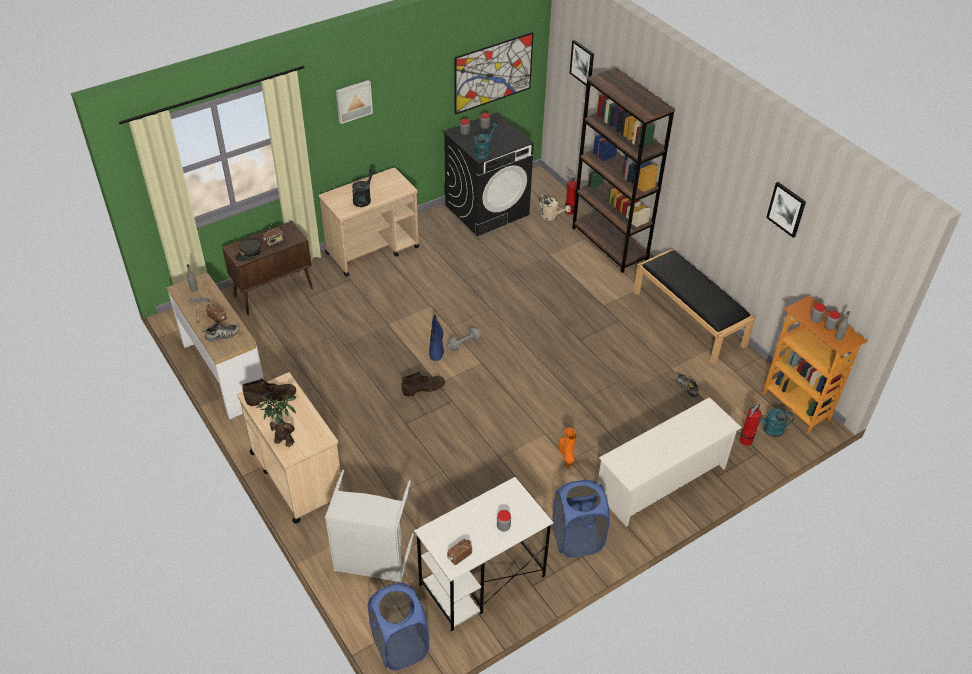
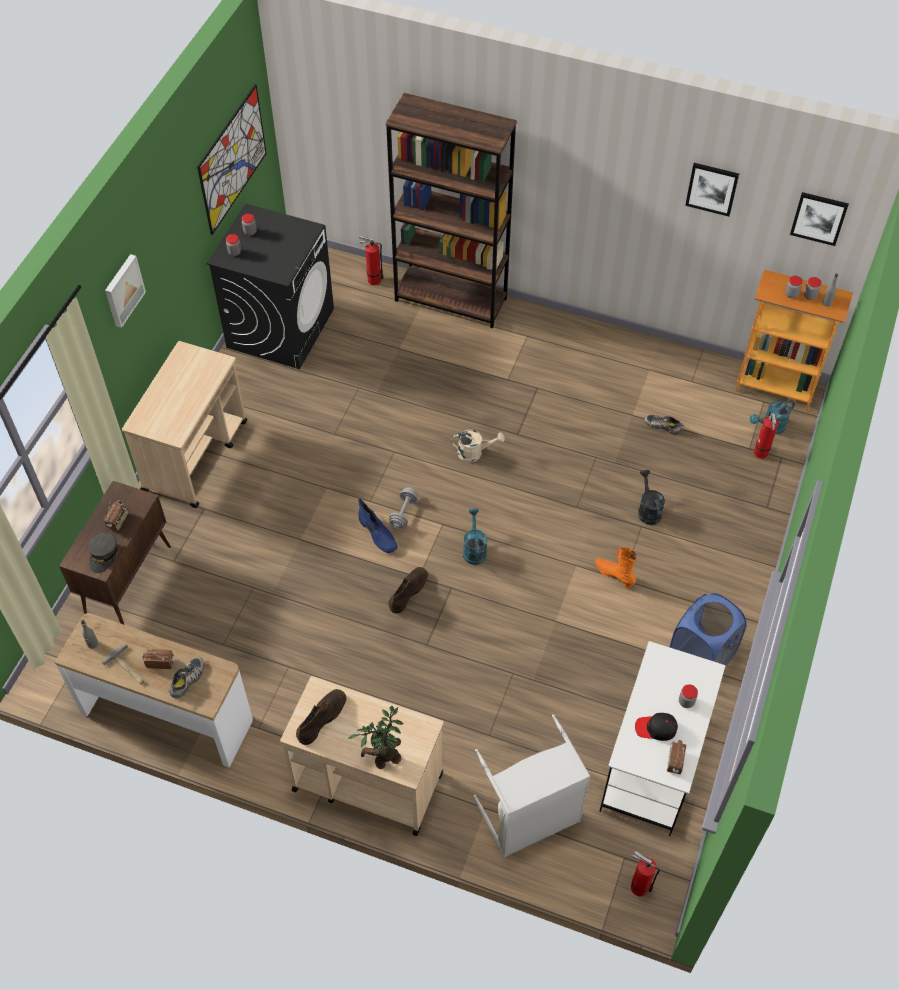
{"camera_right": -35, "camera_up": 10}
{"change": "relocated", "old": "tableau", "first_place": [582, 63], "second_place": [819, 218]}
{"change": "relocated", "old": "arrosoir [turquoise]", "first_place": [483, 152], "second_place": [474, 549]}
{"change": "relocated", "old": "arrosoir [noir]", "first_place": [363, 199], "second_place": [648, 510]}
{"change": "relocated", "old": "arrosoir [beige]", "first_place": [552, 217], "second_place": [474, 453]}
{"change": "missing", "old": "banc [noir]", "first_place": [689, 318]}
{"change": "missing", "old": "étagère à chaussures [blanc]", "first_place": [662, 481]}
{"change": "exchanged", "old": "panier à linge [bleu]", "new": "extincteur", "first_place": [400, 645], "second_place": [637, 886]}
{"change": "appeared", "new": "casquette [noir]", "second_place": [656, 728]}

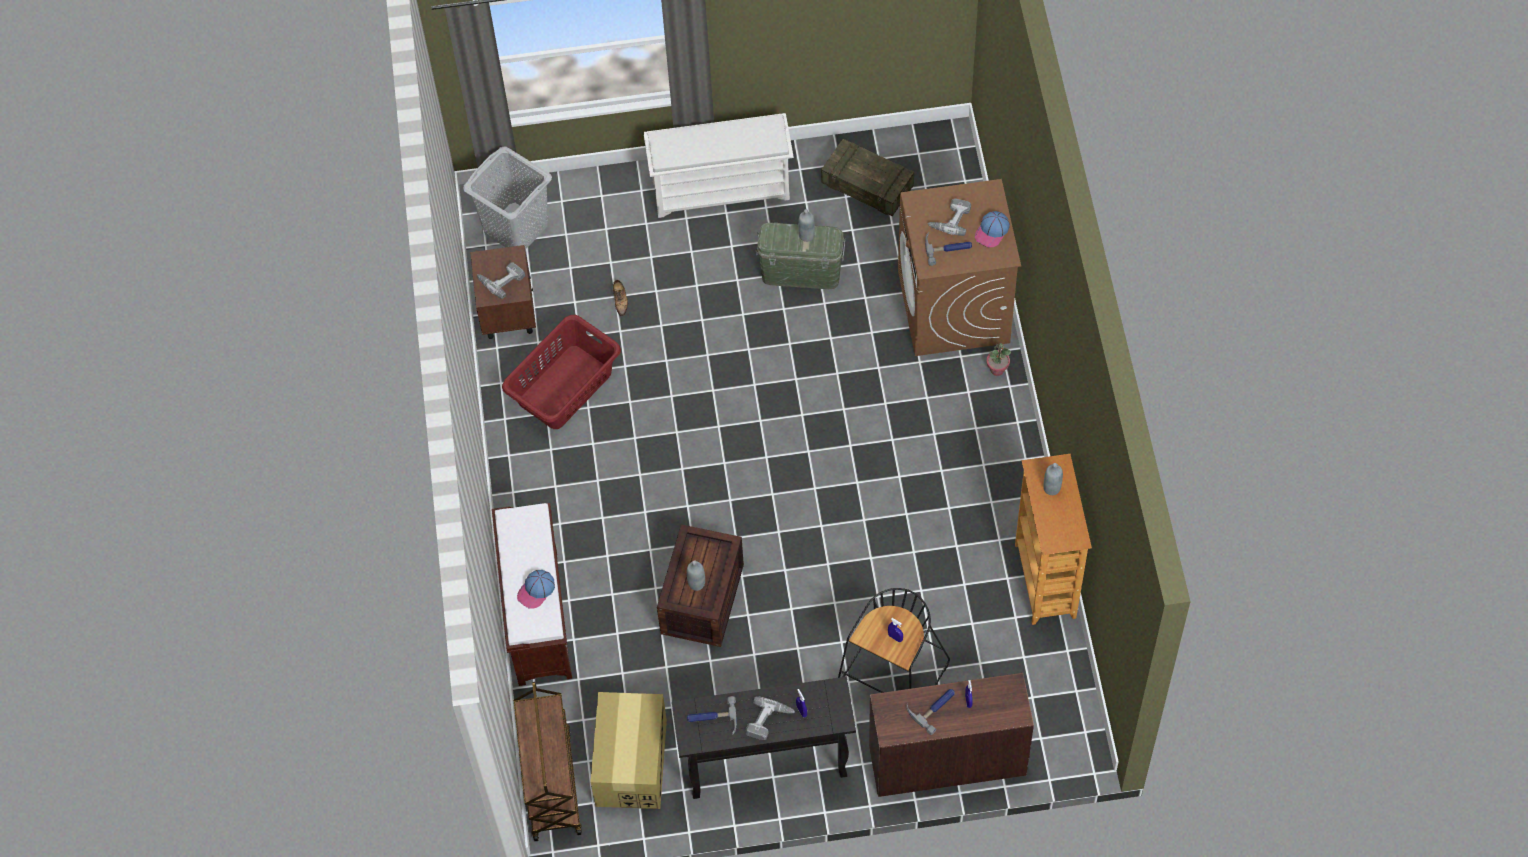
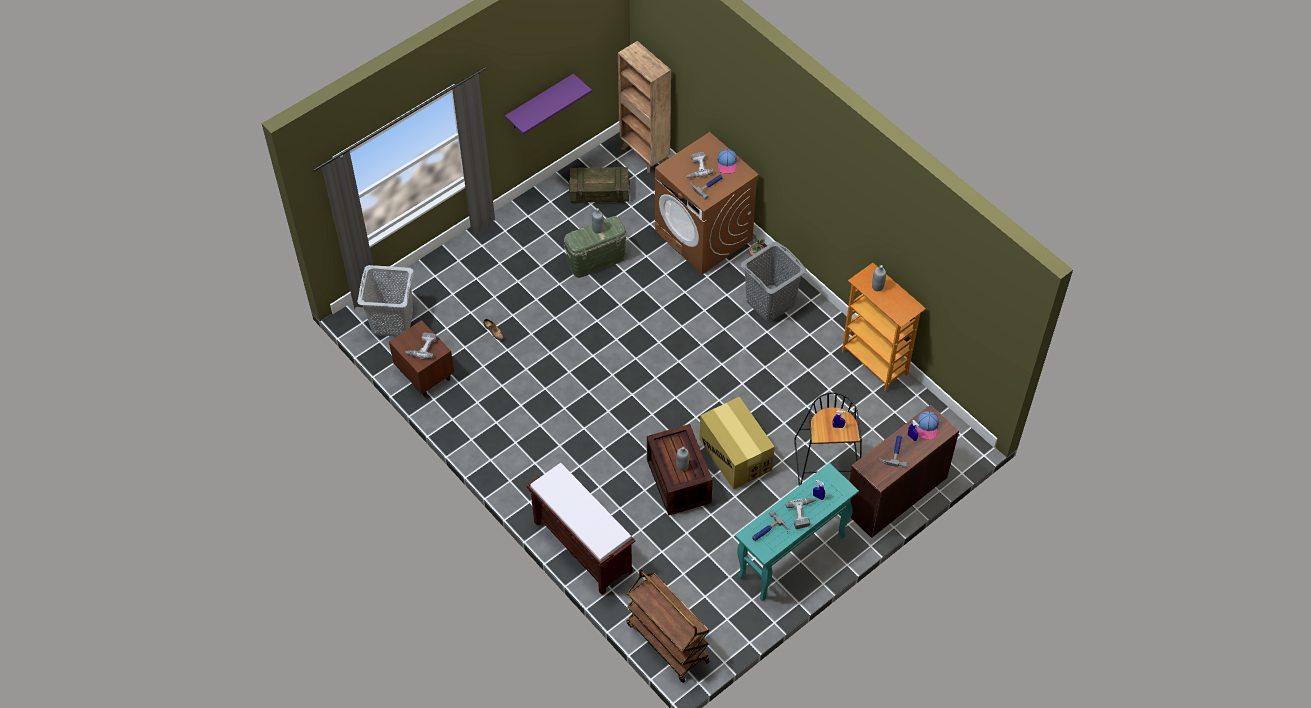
{"camera_right": -35, "camera_up": -5}
{"change": "missing", "old": "étagère à chaussures [blanc]", "first_place": [722, 189]}
{"change": "missing", "old": "panier à linge [rouge]", "first_place": [564, 387]}
{"change": "relocated", "old": "casquette", "first_place": [536, 591], "second_place": [927, 427]}
{"change": "colour", "old": "table console [noir]", "new": "table console [turquoise]", "first_place": [765, 766], "second_place": [791, 557]}
{"change": "relocated", "old": "carton", "first_place": [631, 763], "second_place": [735, 454]}
{"change": "appeared", "new": "bibliothèque [marron]", "second_place": [644, 155]}
{"change": "appeared", "new": "étagère [violet]", "second_place": [540, 102]}
{"change": "appeared", "new": "panier à linge [gris]", "second_place": [770, 303]}

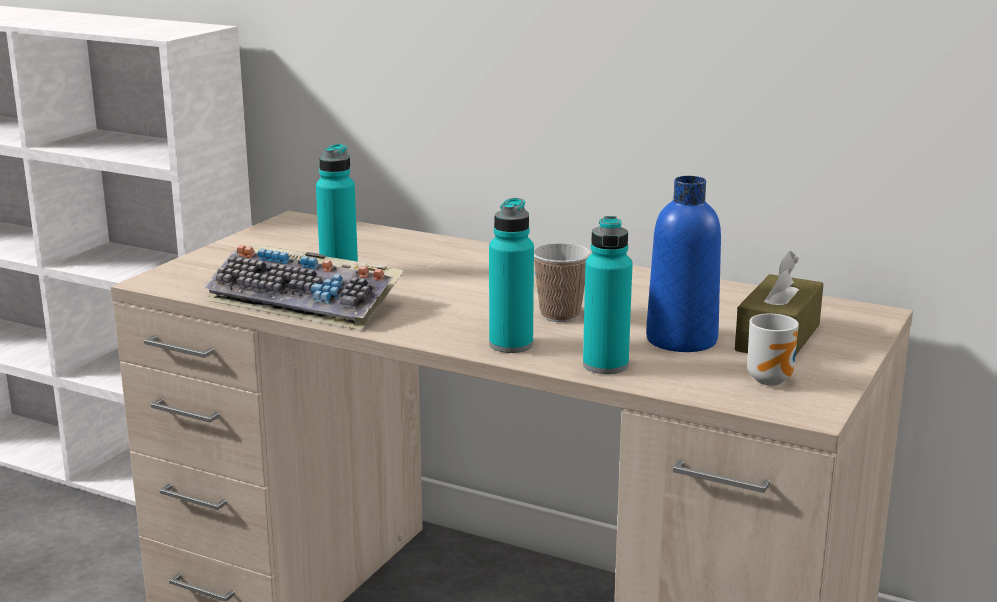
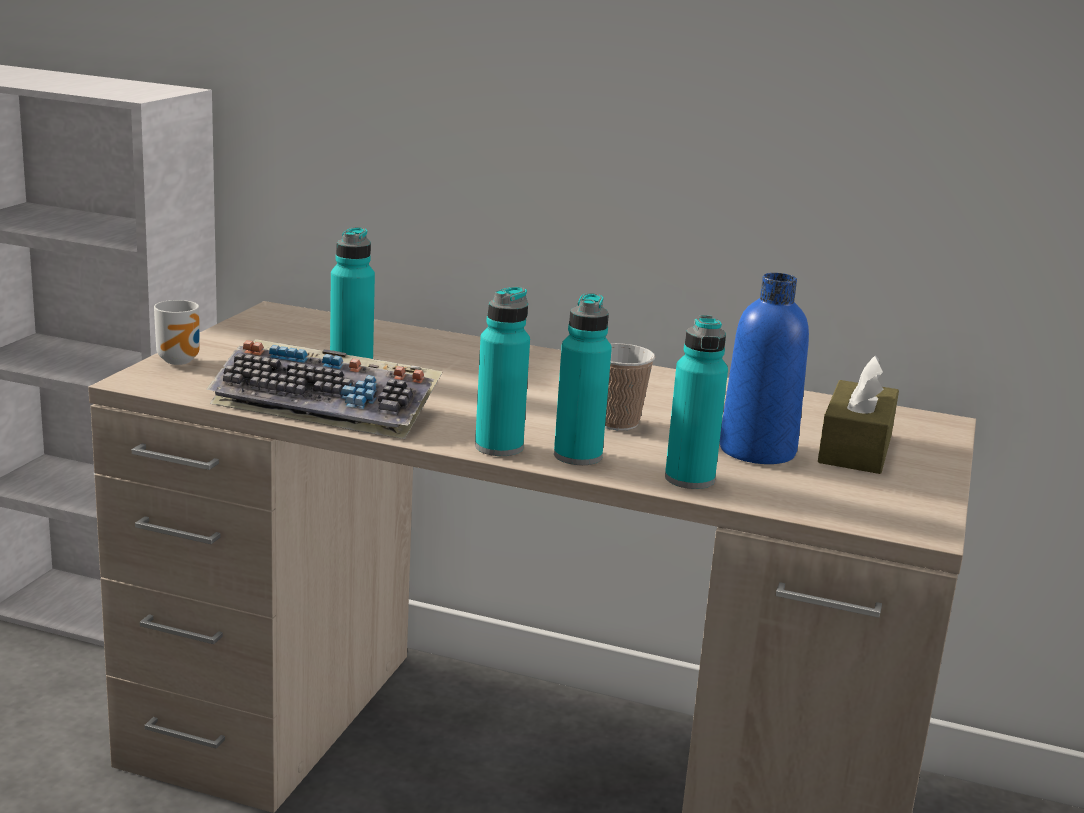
{"camera_right": -10, "camera_up": 0}
{"change": "relocated", "old": "mug", "first_place": [772, 379], "second_place": [182, 360]}
{"change": "appeared", "new": "bouteille [turquoise]", "second_place": [499, 447]}

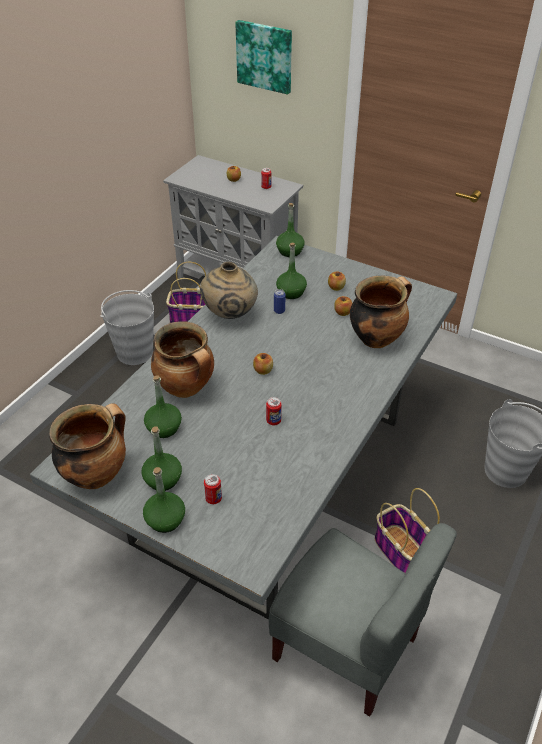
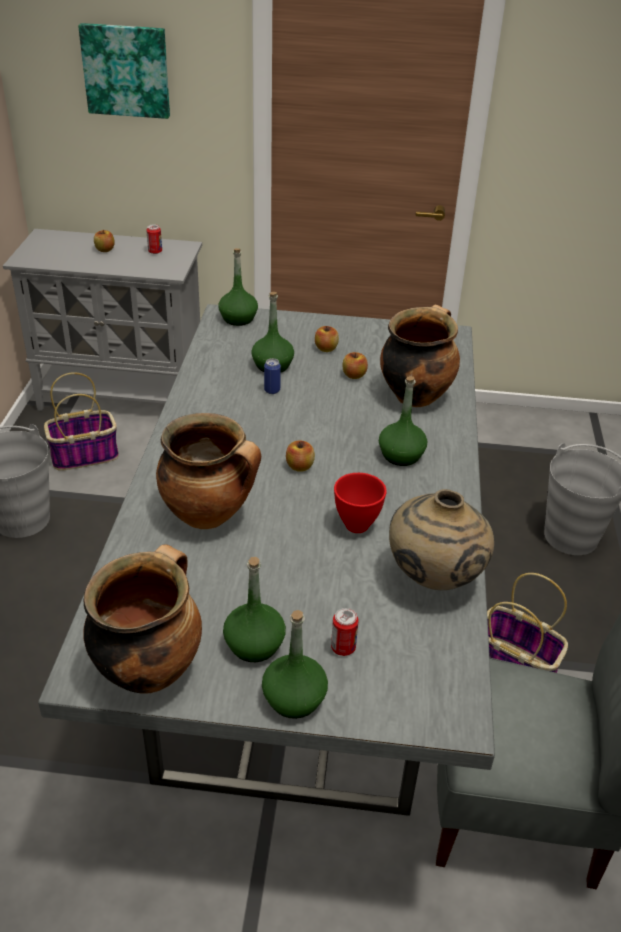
{"camera_right": -25, "camera_up": -5}
{"change": "relocated", "old": "vase [beige]", "first_place": [230, 315], "second_place": [433, 579]}
{"change": "relocated", "old": "bouteille [vert]", "first_place": [163, 428], "second_place": [401, 455]}
{"change": "exchanged", "old": "boîte métallique", "new": "bol [rouge]", "first_place": [273, 421], "second_place": [356, 524]}

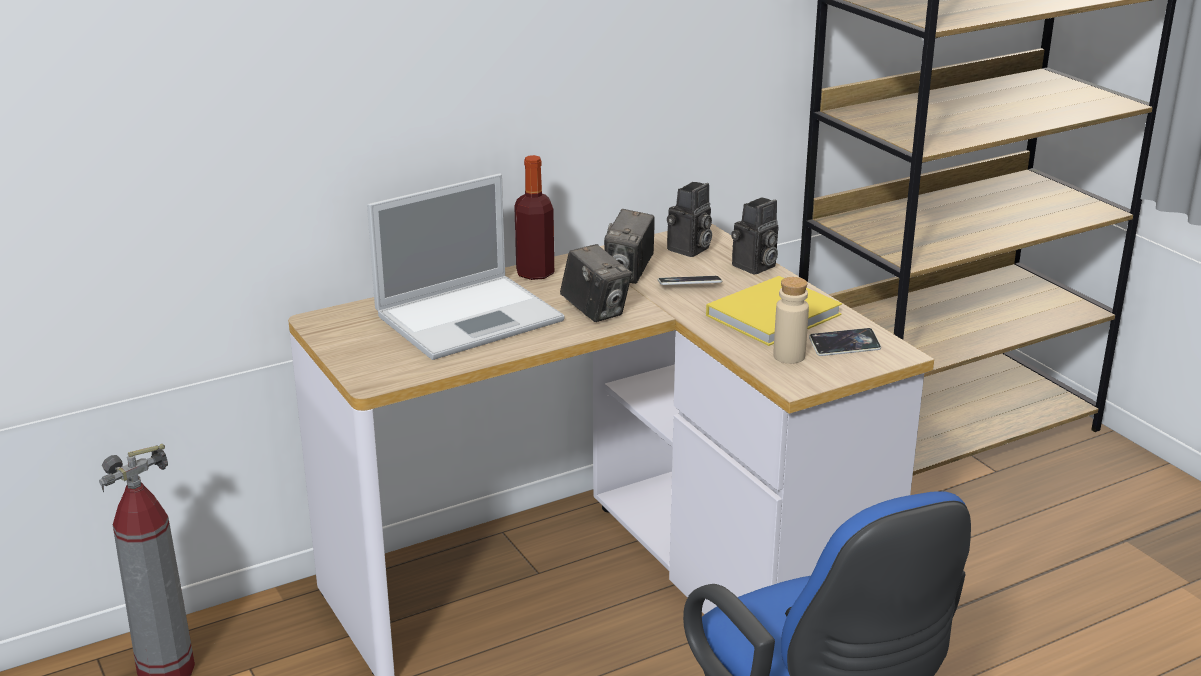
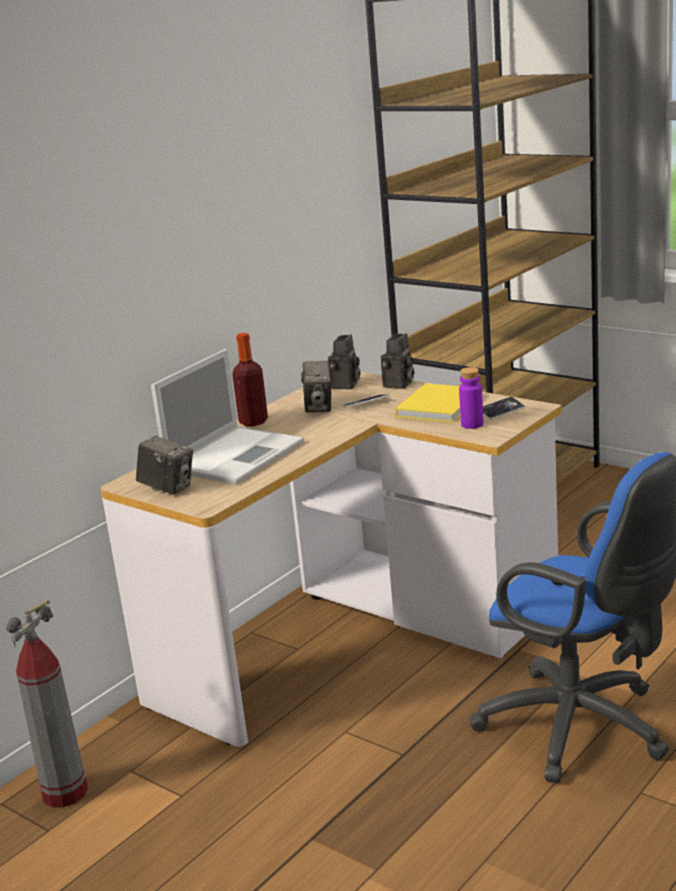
{"camera_right": -20, "camera_up": -5}
{"change": "relocated", "old": "appareil photo", "first_place": [595, 311], "second_place": [168, 488]}
{"change": "colour", "old": "bouteille [beige]", "new": "bouteille [violet]", "first_place": [789, 356], "second_place": [472, 424]}

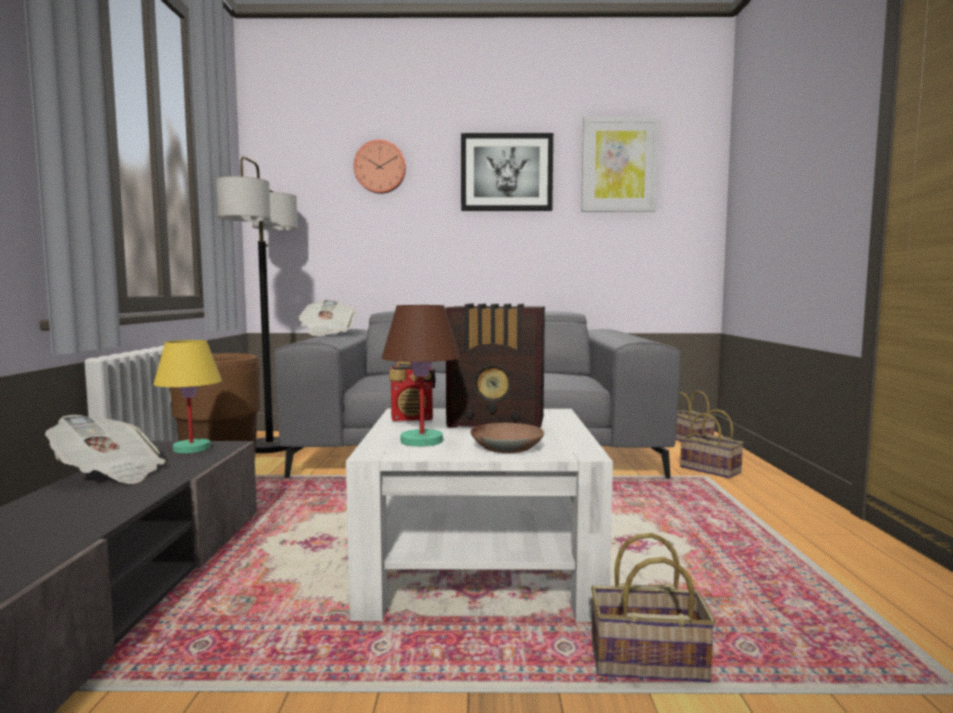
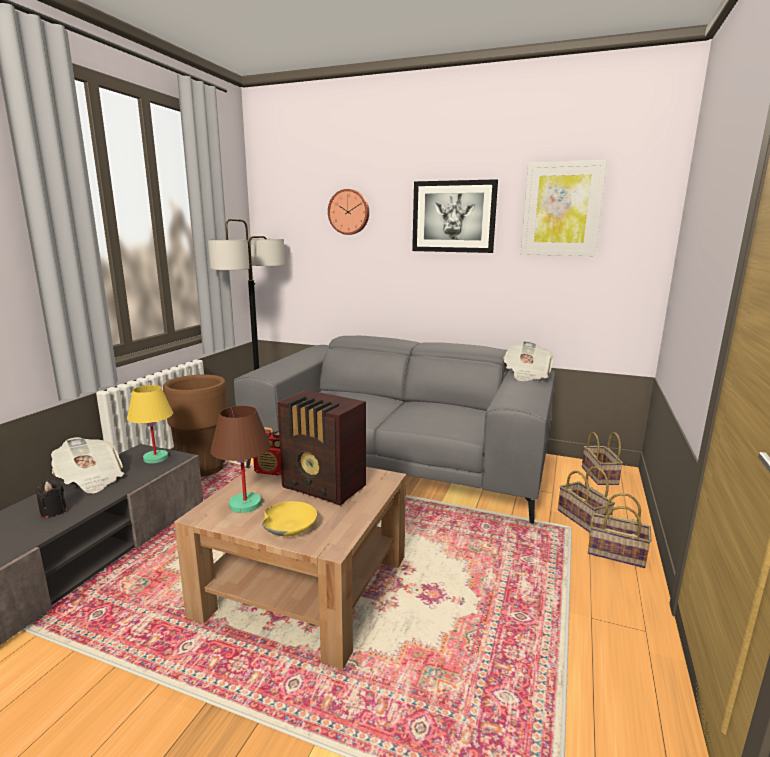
{"camera_right": 20, "camera_up": 10}
{"change": "relocated", "old": "journal", "first_place": [326, 333], "second_place": [526, 374]}
{"change": "colour", "old": "table basse [blanc]", "new": "table basse [marron]", "first_place": [479, 564], "second_place": [304, 586]}
{"change": "colour", "old": "bol [marron]", "new": "bol [jaune]", "first_place": [506, 447], "second_place": [290, 526]}
{"change": "relocated", "old": "panier", "first_place": [645, 664], "second_place": [614, 553]}
{"change": "appeared", "new": "bougie [noir]", "second_place": [53, 511]}

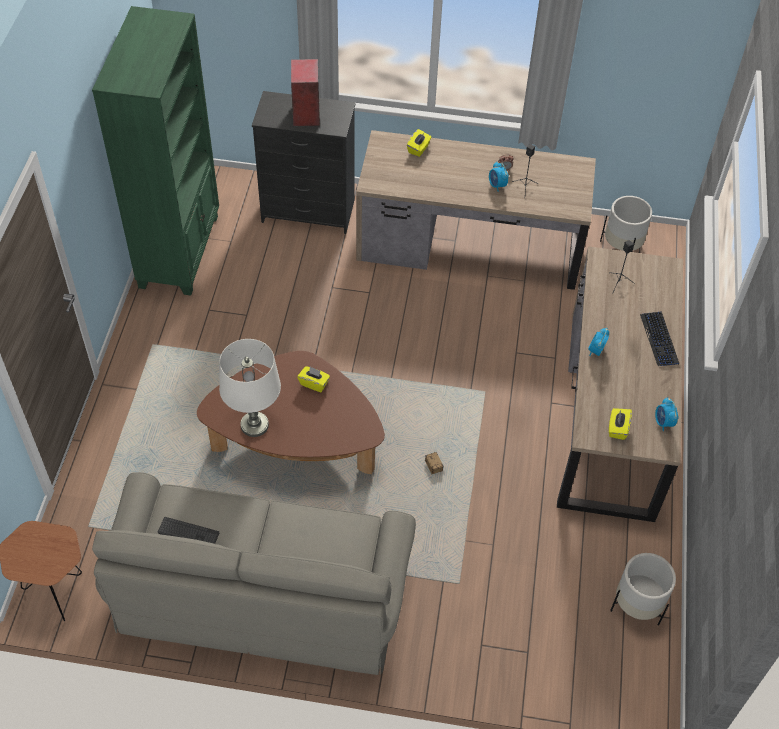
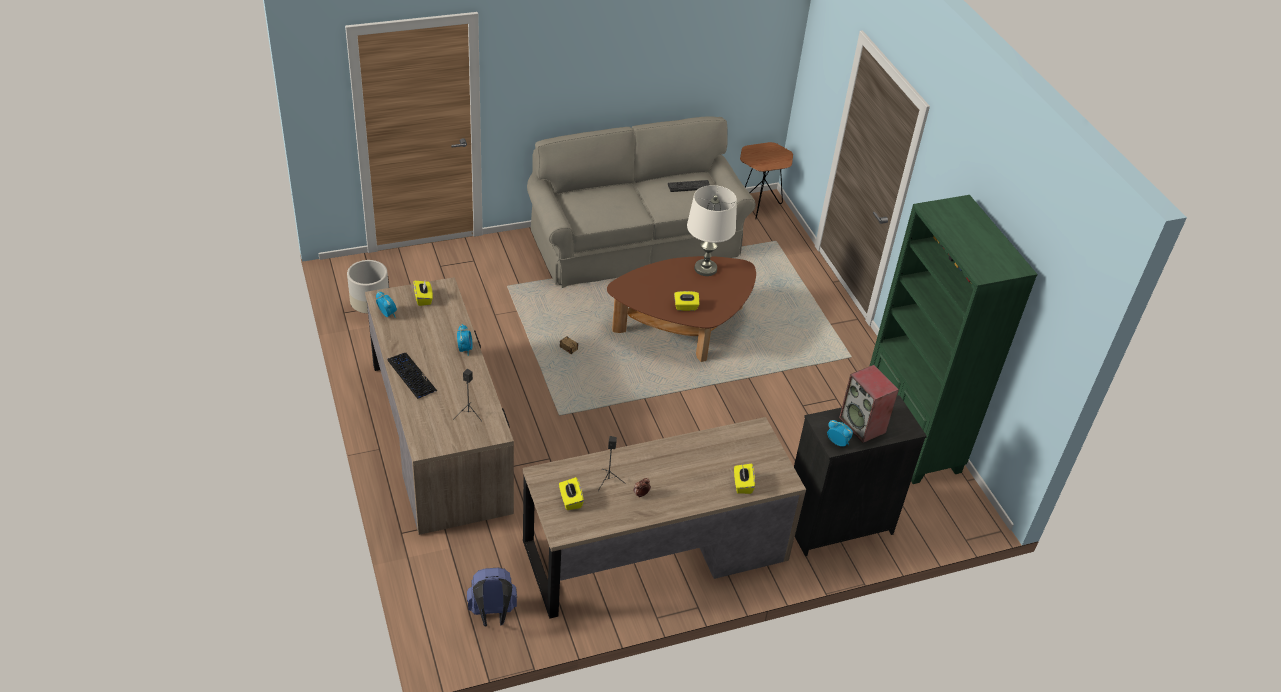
{"camera_right": 150, "camera_up": -10}
{"change": "relocated", "old": "réveil", "first_place": [497, 185], "second_place": [837, 442]}
{"change": "exchanged", "old": "cache-pot [blanc]", "new": "sac à dos [bleu]", "first_place": [621, 247], "second_place": [492, 614]}
{"change": "appeared", "new": "boîte à mouchoirs [jaune]", "second_place": [570, 500]}

